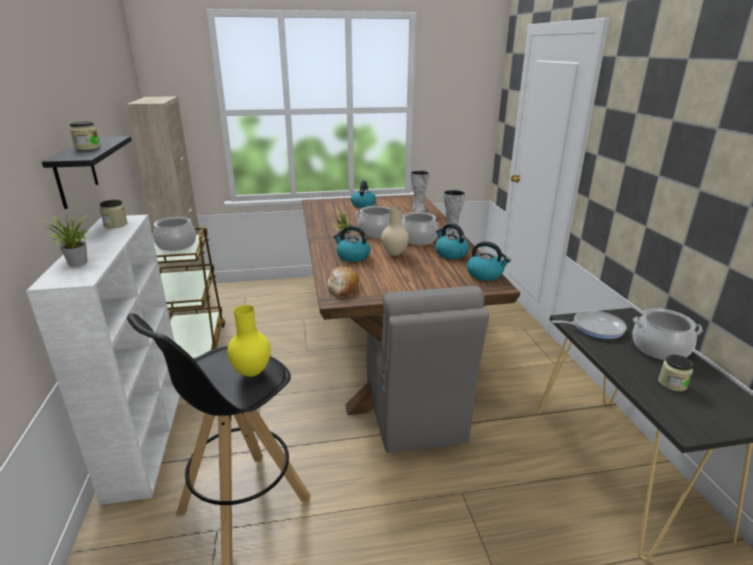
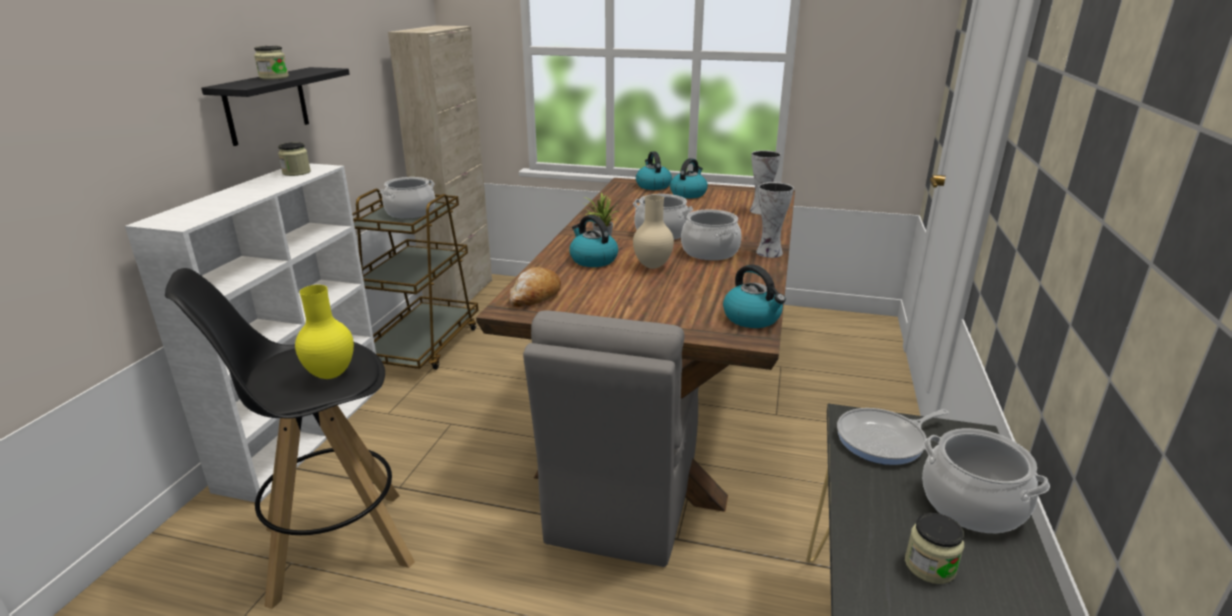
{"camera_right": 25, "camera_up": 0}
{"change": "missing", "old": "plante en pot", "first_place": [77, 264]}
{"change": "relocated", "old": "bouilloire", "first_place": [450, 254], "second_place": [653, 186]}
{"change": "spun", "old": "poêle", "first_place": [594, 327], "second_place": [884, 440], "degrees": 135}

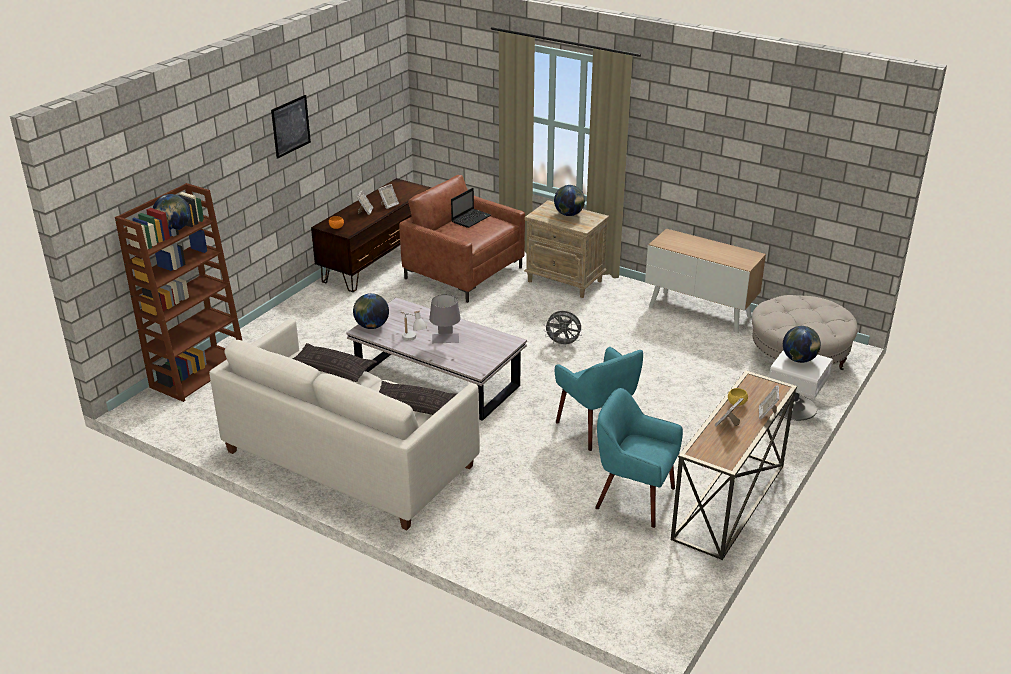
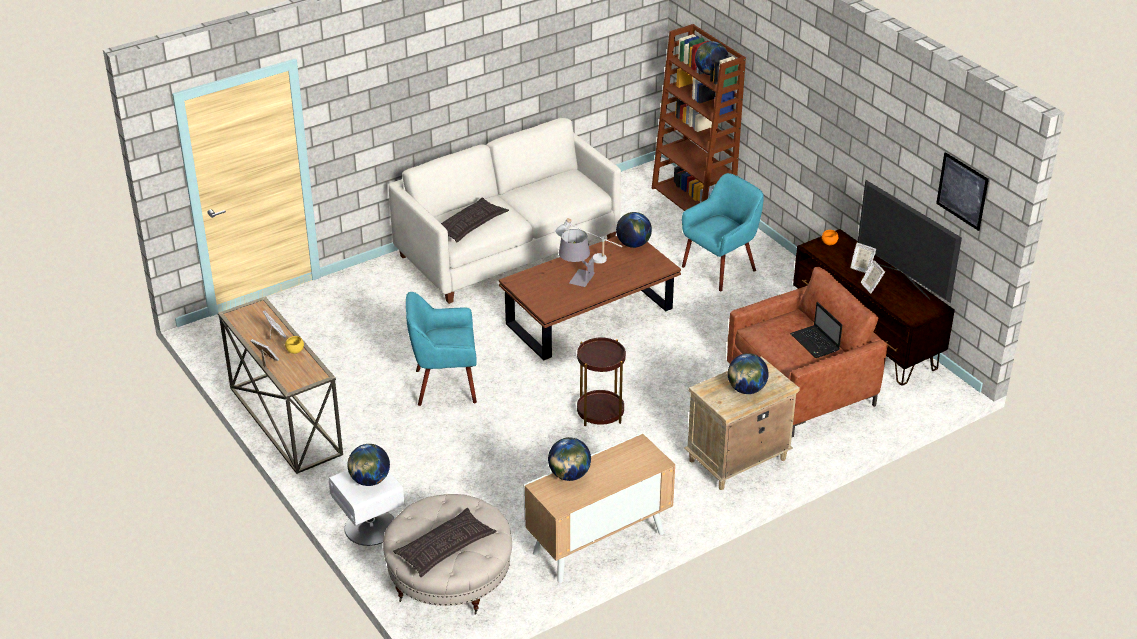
{"camera_right": 115, "camera_up": 5}
{"change": "relocated", "old": "tableau", "first_place": [290, 126], "second_place": [962, 191]}
{"change": "colour", "old": "table basse [blanc]", "new": "table basse [marron]", "first_place": [437, 380], "second_place": [590, 317]}
{"change": "exchanged", "old": "ventilateur [gris]", "new": "table d'appoint [marron]", "first_place": [563, 344], "second_place": [600, 413]}
{"change": "relocated", "old": "coussin", "first_place": [331, 368], "second_place": [445, 547]}
{"change": "relocated", "old": "fauteuil [turquoise]", "first_place": [634, 498], "second_place": [720, 268]}
{"change": "appeared", "new": "téléviseur", "second_place": [902, 280]}
{"change": "appeared", "new": "globe", "second_place": [569, 475]}

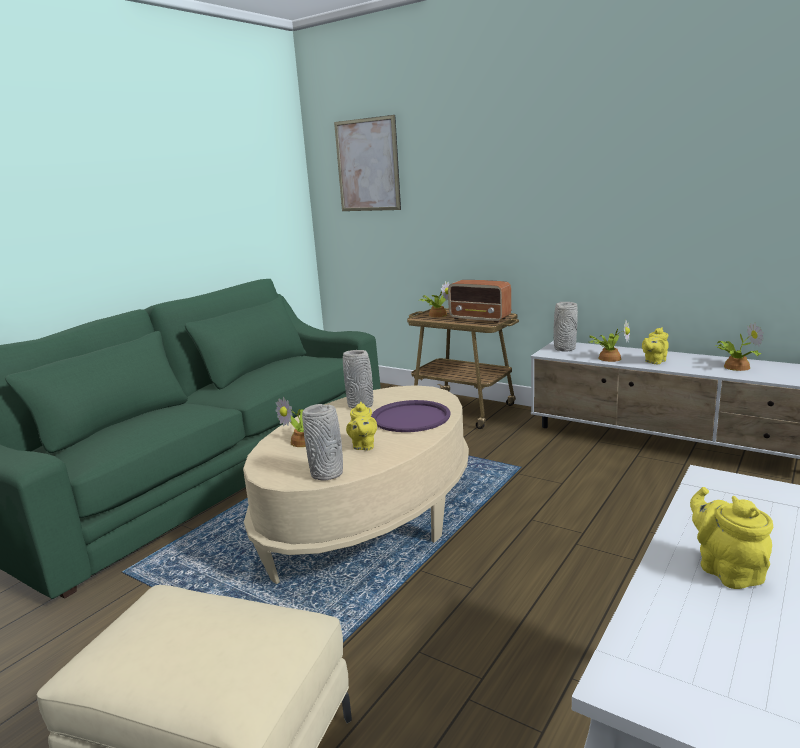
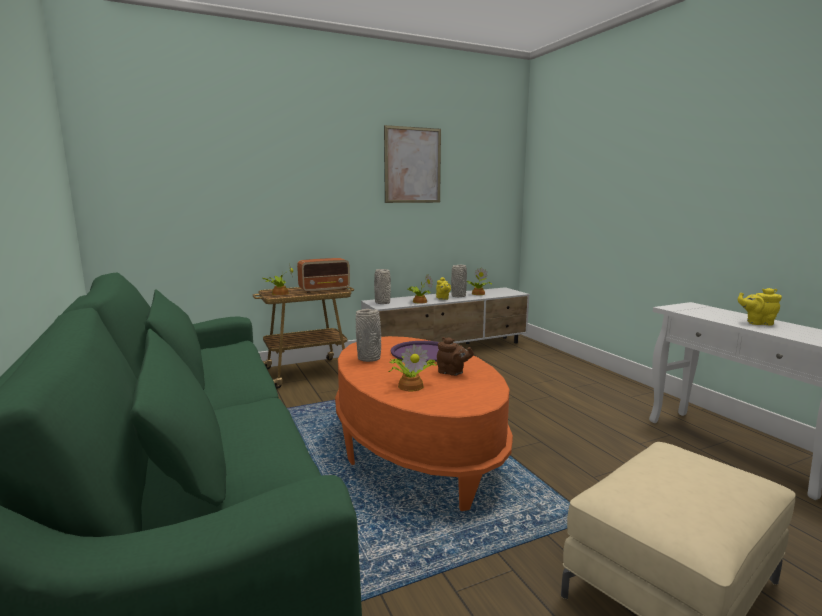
{"camera_right": -60, "camera_up": -5}
{"change": "relocated", "old": "tableau", "first_place": [367, 165], "second_place": [412, 165]}
{"change": "colour", "old": "table basse [beige]", "new": "table basse [orange]", "first_place": [370, 518], "second_place": [416, 448]}
{"change": "colour", "old": "théière [jaune]", "new": "théière [marron]", "first_place": [363, 446], "second_place": [452, 373]}
{"change": "relocated", "old": "vase [gris]", "first_place": [328, 474], "second_place": [458, 296]}

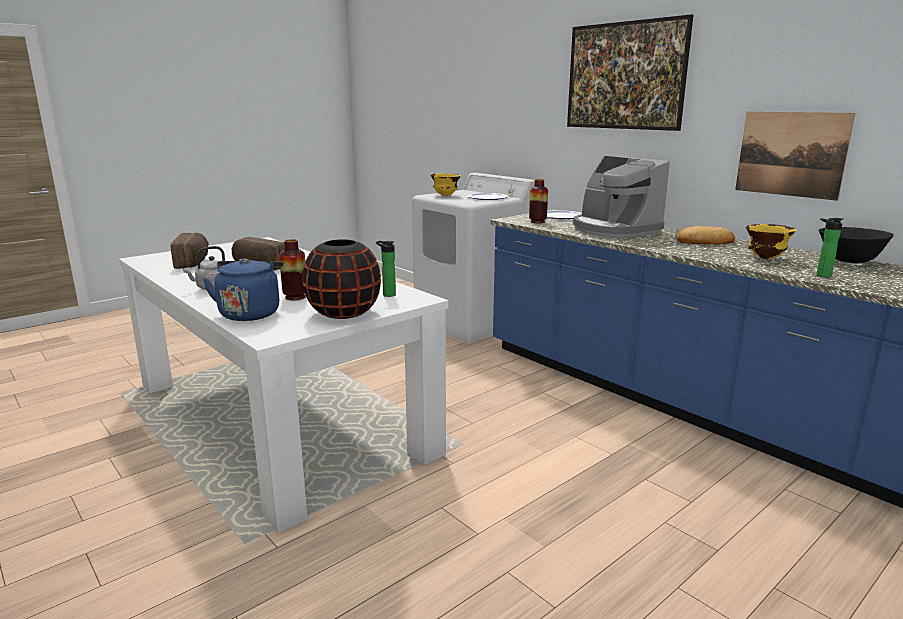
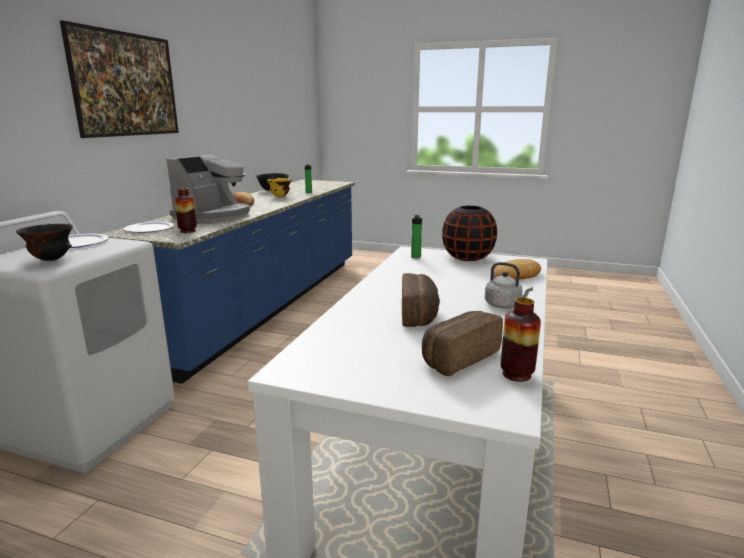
{"camera_right": -120, "camera_up": 0}
{"change": "missing", "old": "tableau", "first_place": [791, 154]}
{"change": "colour", "old": "bol [jaune]", "new": "bol [noir]", "first_place": [446, 195], "second_place": [51, 260]}
{"change": "relocated", "old": "vase", "first_place": [295, 297], "second_place": [516, 374]}
{"change": "exchanged", "old": "bouilloire [bleu]", "new": "pain", "first_place": [250, 313], "second_place": [516, 275]}

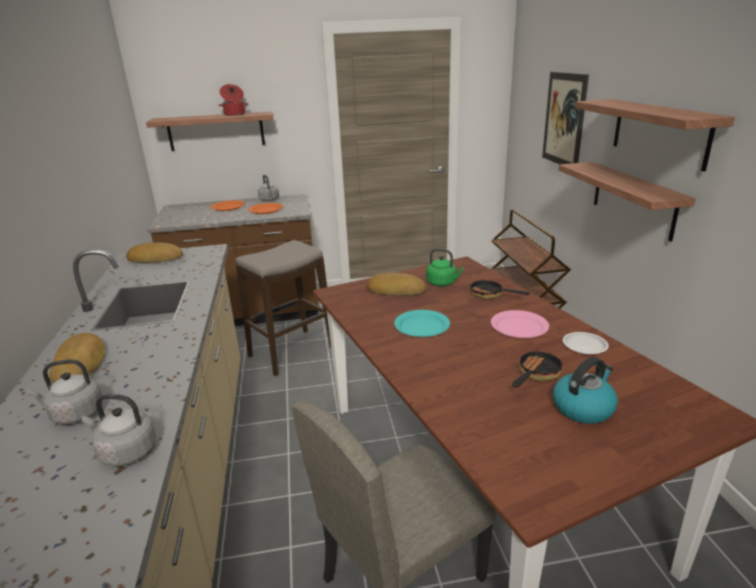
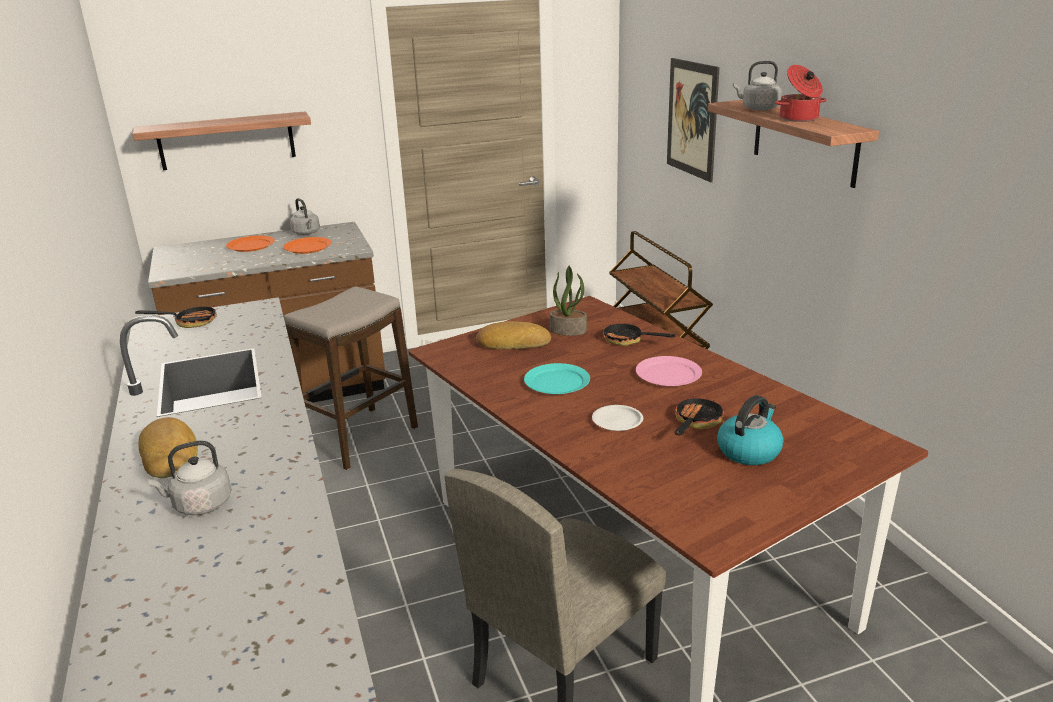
{"camera_right": -10, "camera_up": 0}
{"change": "relocated", "old": "marmite", "first_place": [234, 114], "second_place": [799, 119]}
{"change": "missing", "old": "étagère", "first_place": [633, 199]}
{"change": "exchanged", "old": "pain", "new": "poêle", "first_place": [156, 258], "second_place": [189, 322]}
{"change": "exchanged", "old": "bouilloire [vert]", "new": "plante en pot", "first_place": [443, 283], "second_place": [568, 330]}
{"change": "relocated", "old": "assiette [blanc]", "first_place": [585, 346], "second_place": [618, 421]}
{"change": "relocated", "old": "bouilloire [gris]", "first_place": [125, 452], "second_place": [758, 109]}

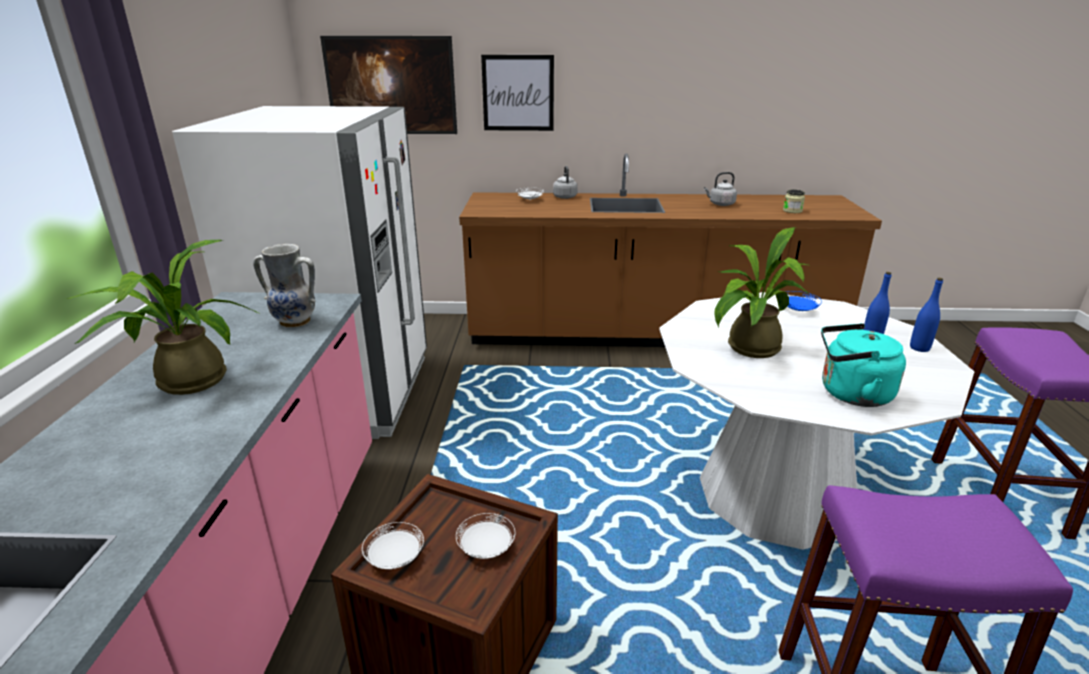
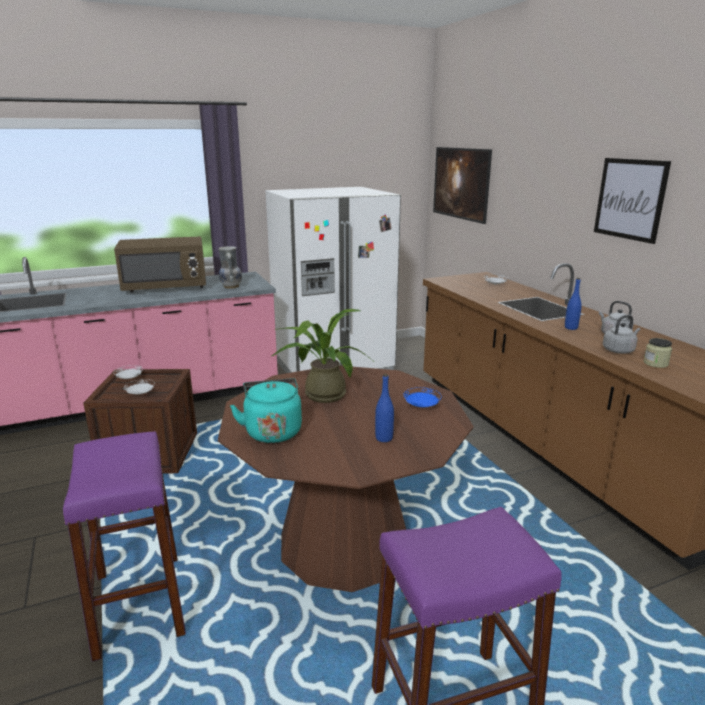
{"camera_right": 65, "camera_up": -5}
{"change": "relocated", "old": "tableau", "first_place": [518, 93], "second_place": [630, 199]}
{"change": "relocated", "old": "bouilloire [gris]", "first_place": [564, 196], "second_place": [619, 350]}
{"change": "exchanged", "old": "plante en pot", "new": "micro-ondes [marron]", "first_place": [185, 380], "second_place": [166, 287]}
{"change": "relocated", "old": "bouteille [bleu]", "first_place": [919, 348], "second_place": [571, 328]}
{"change": "colour", "old": "table à manger [blanc]", "new": "table à manger [marron]", "first_place": [776, 494], "second_place": [345, 543]}

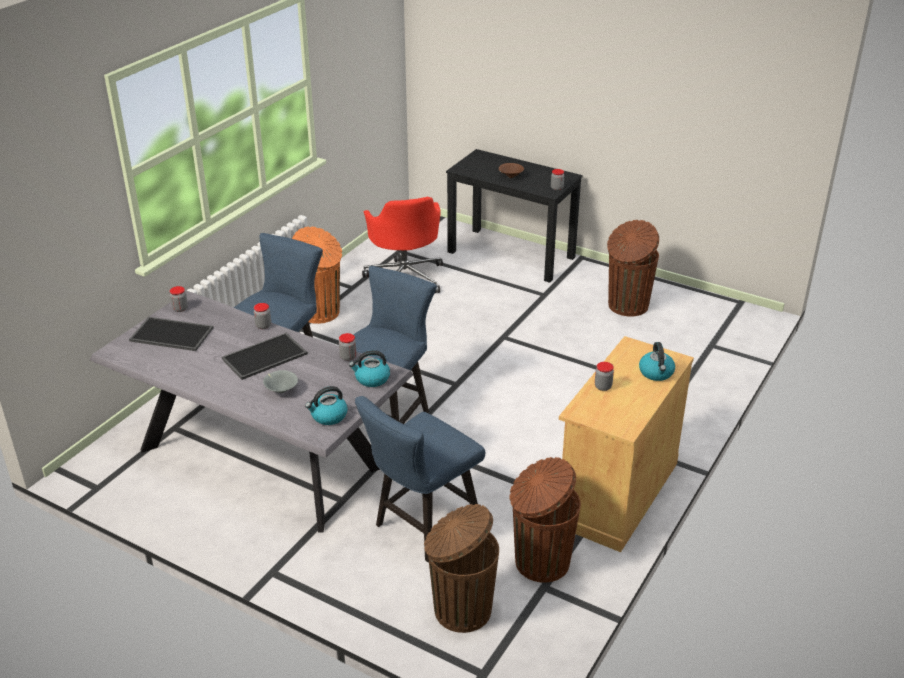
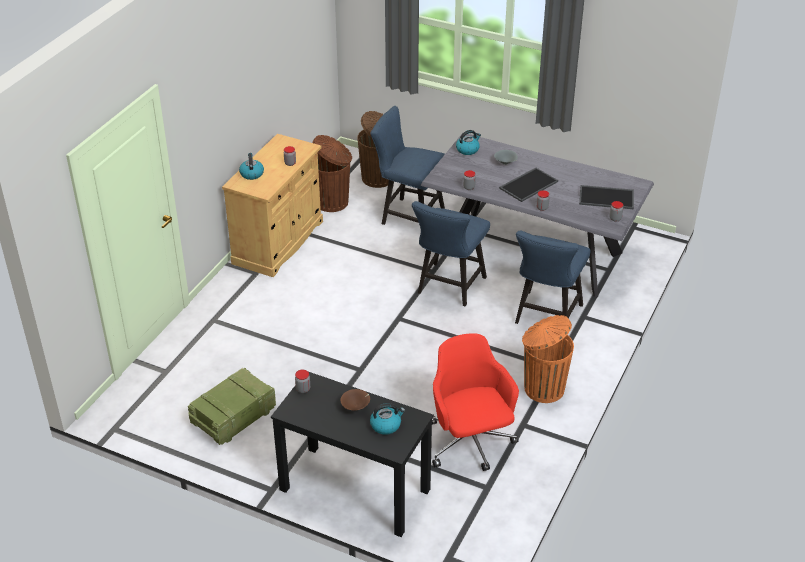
{"camera_right": 175, "camera_up": 5}
{"change": "exchanged", "old": "poubelle [marron]", "new": "caisse", "first_place": [627, 306], "second_place": [234, 416]}
{"change": "relocated", "old": "bouilloire", "first_place": [371, 379], "second_place": [386, 425]}
{"change": "spun", "old": "chaise [bleu]", "first_place": [422, 528], "second_place": [408, 215], "degrees": -105}

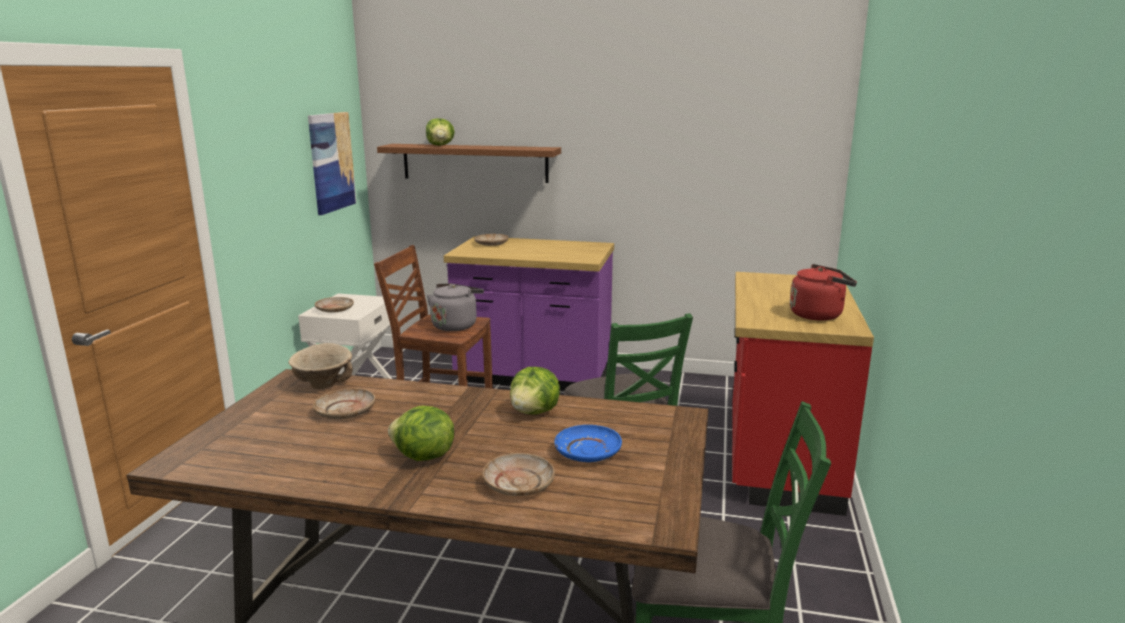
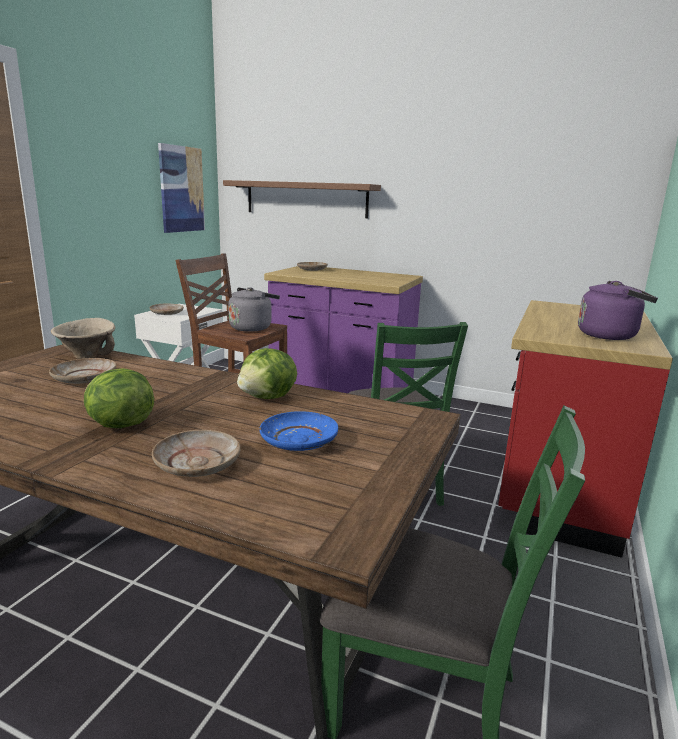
{"camera_right": 10, "camera_up": 0}
{"change": "missing", "old": "laitue", "first_place": [440, 145]}
{"change": "colour", "old": "bouilloire [rouge]", "new": "bouilloire [violet]", "first_place": [818, 315], "second_place": [610, 335]}

